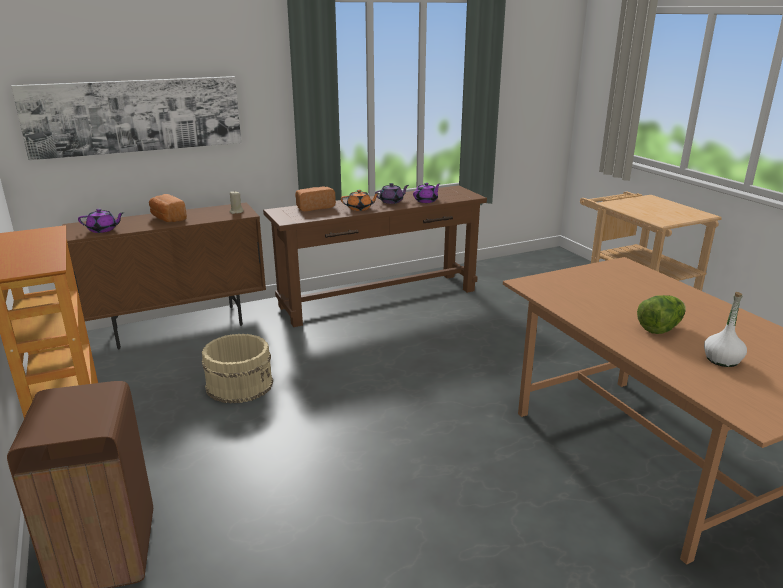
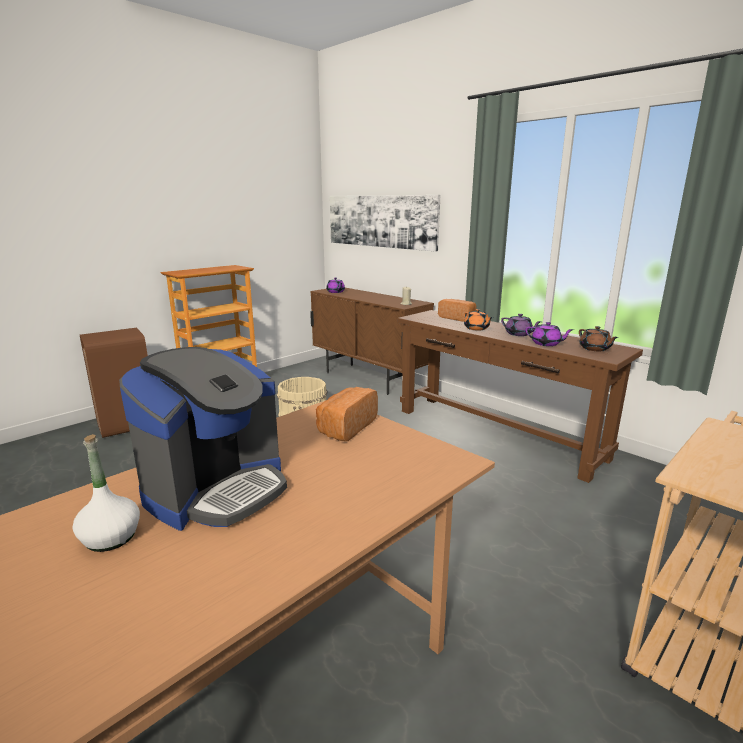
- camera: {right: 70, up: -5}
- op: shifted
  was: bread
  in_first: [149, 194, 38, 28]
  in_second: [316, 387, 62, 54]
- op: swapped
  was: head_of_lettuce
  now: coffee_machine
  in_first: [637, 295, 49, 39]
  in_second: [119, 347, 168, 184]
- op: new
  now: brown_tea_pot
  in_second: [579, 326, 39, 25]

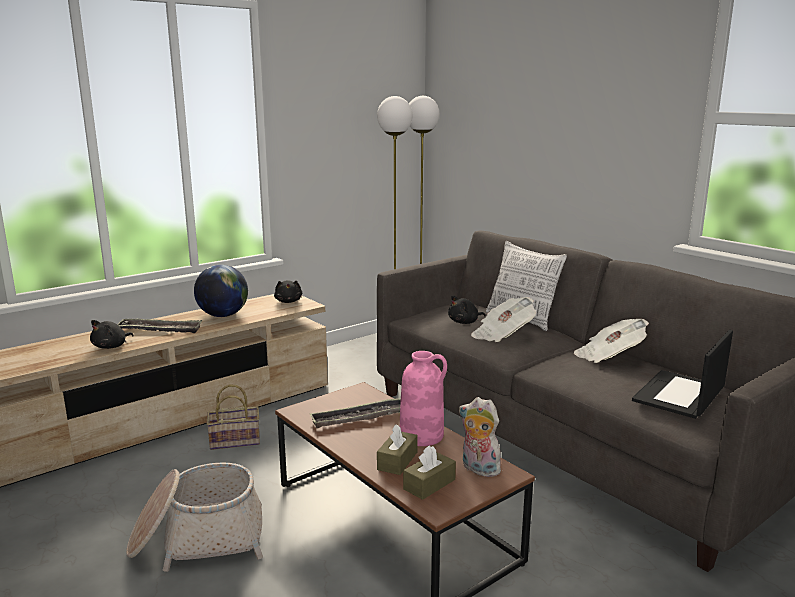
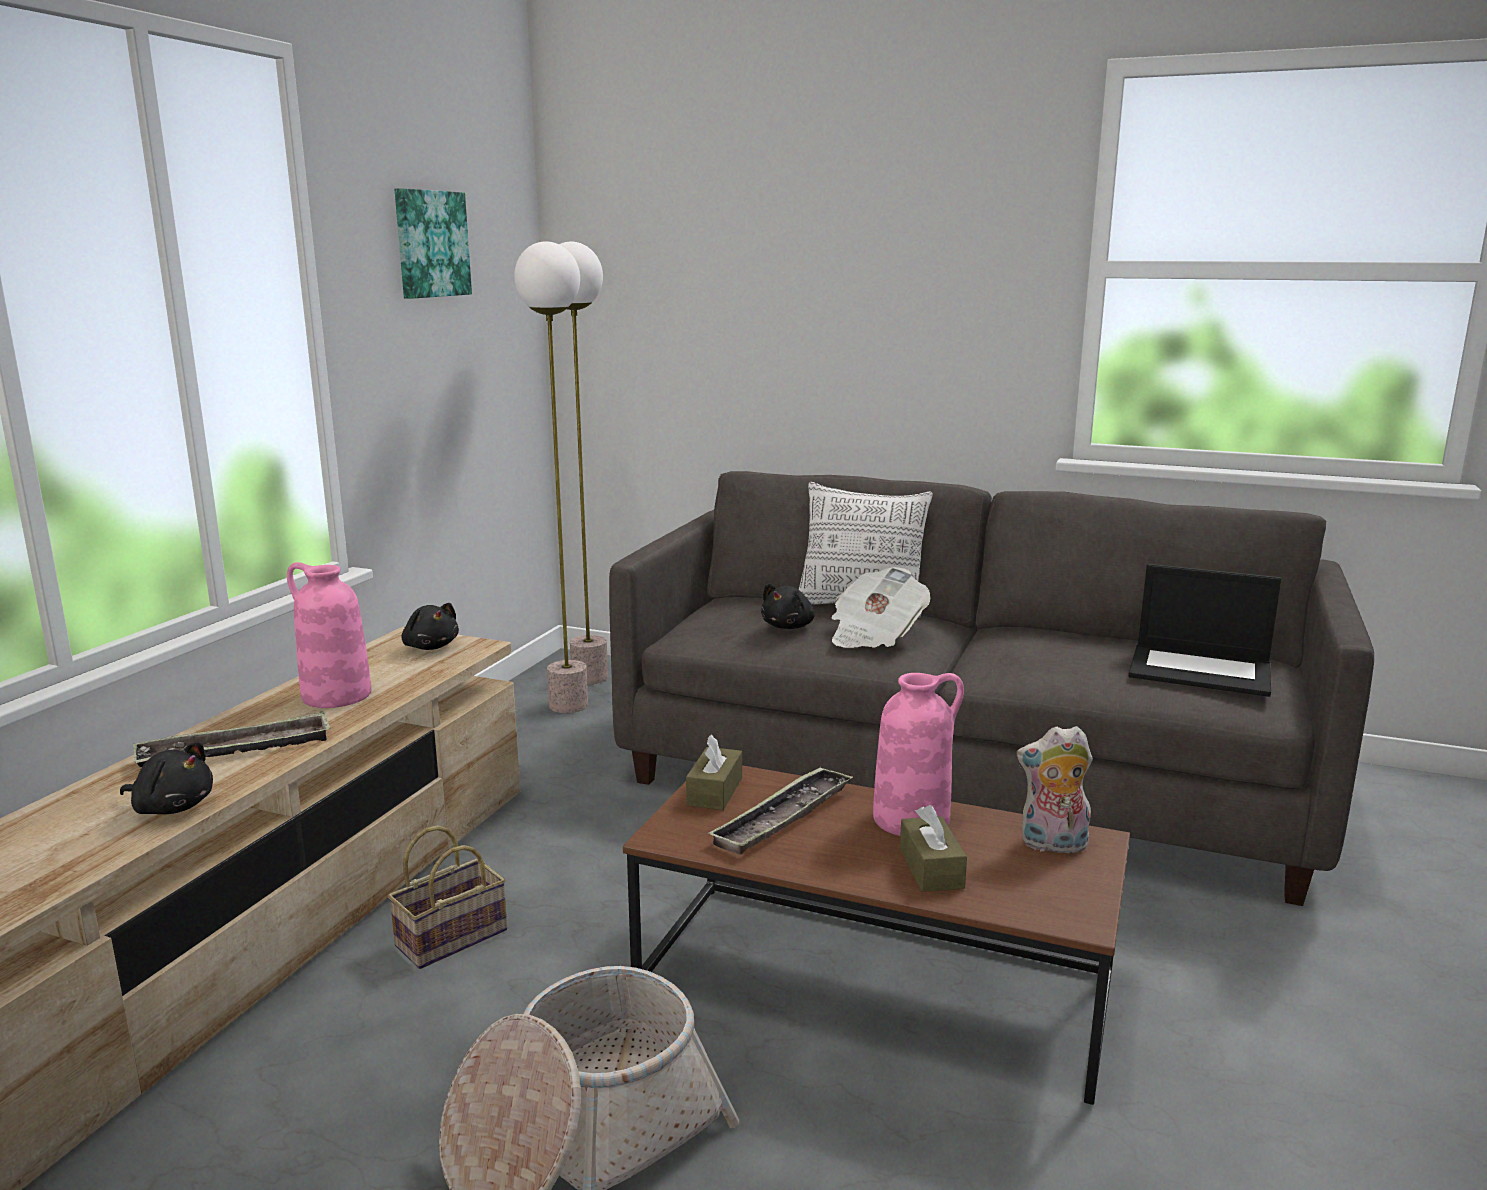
- camera: {right: -30, up: 0}
- op: swapped
  was: globe
  now: pink_vase
  in_first: [194, 265, 54, 52]
  in_second: [287, 562, 85, 146]
- op: gone
  was: newspaper
  in_first: [574, 319, 75, 44]
- op: rotated
  was: black-coloured_soft_toy
  in_first: [90, 320, 44, 29]
  in_second: [120, 742, 93, 72]
  clockwise: -75
- op: rotated
  was: laptop
  in_first: [632, 330, 101, 89]
  in_second: [1128, 564, 153, 133]
  clockwise: -75
- op: shifted
  was: brown_tissue_holder
  in_first: [403, 445, 53, 55]
  in_second: [686, 734, 56, 76]
- op: new
  now: picture
  in_second: [394, 188, 78, 111]

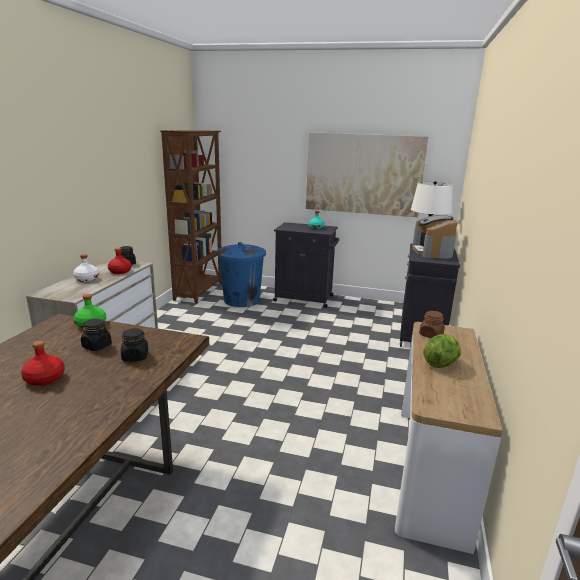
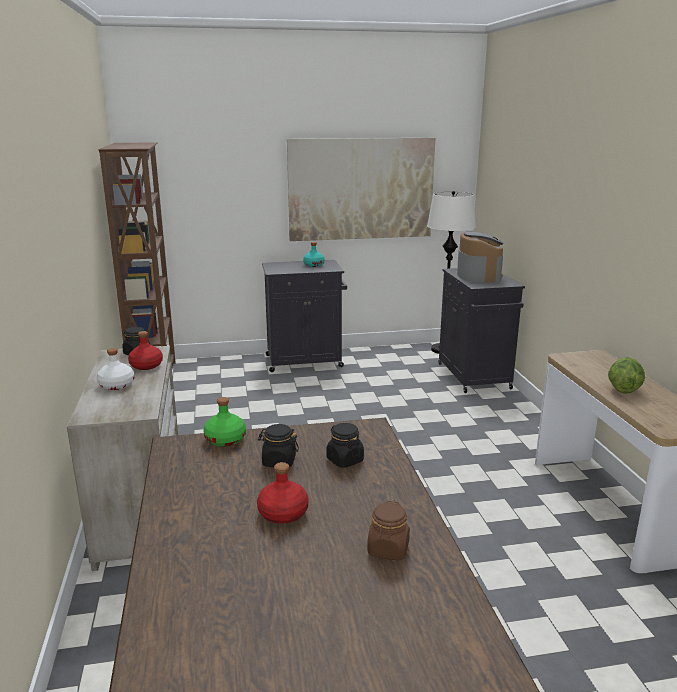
- camera: {right: -25, up: 0}
- op: rotated
  was: coffee_machine
  in_first: [412, 214, 45, 45]
  in_second: [457, 231, 46, 52]
  clockwise: -150
- op: gone
  was: bluish_trash_can
  in_first: [216, 242, 50, 65]
- op: shifted
  was: brown_storage_jar
  in_first: [419, 311, 26, 27]
  in_second: [367, 501, 43, 59]

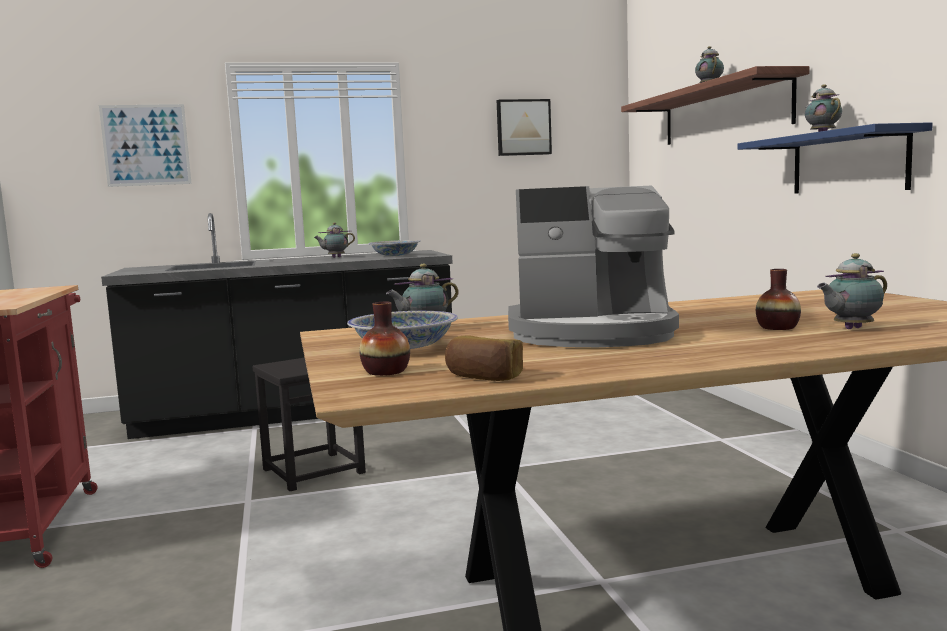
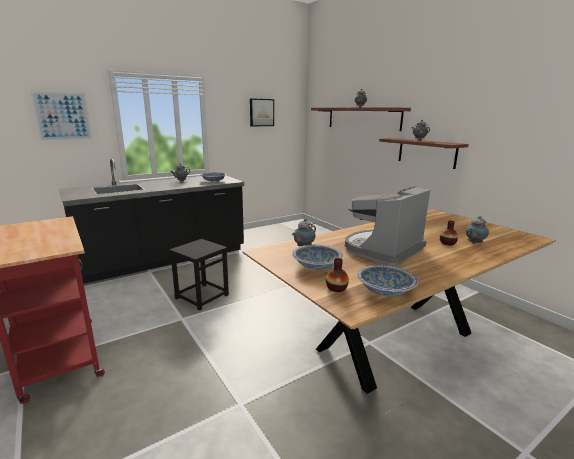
- camera: {right: -20, up: 10}
- op: repainted
  was: bluish_bracket_shelf
  now: brown_bracket_shelf
  in_first: [737, 122, 196, 72]
  in_second: [379, 138, 90, 31]
- op: rotated
  was: coffee_machine
  in_first: [508, 186, 171, 161]
  in_second: [345, 186, 85, 80]
  clockwise: 150
- op: swapped
  was: bread
  now: bowl
  in_first: [445, 336, 78, 45]
  in_second: [357, 265, 61, 32]

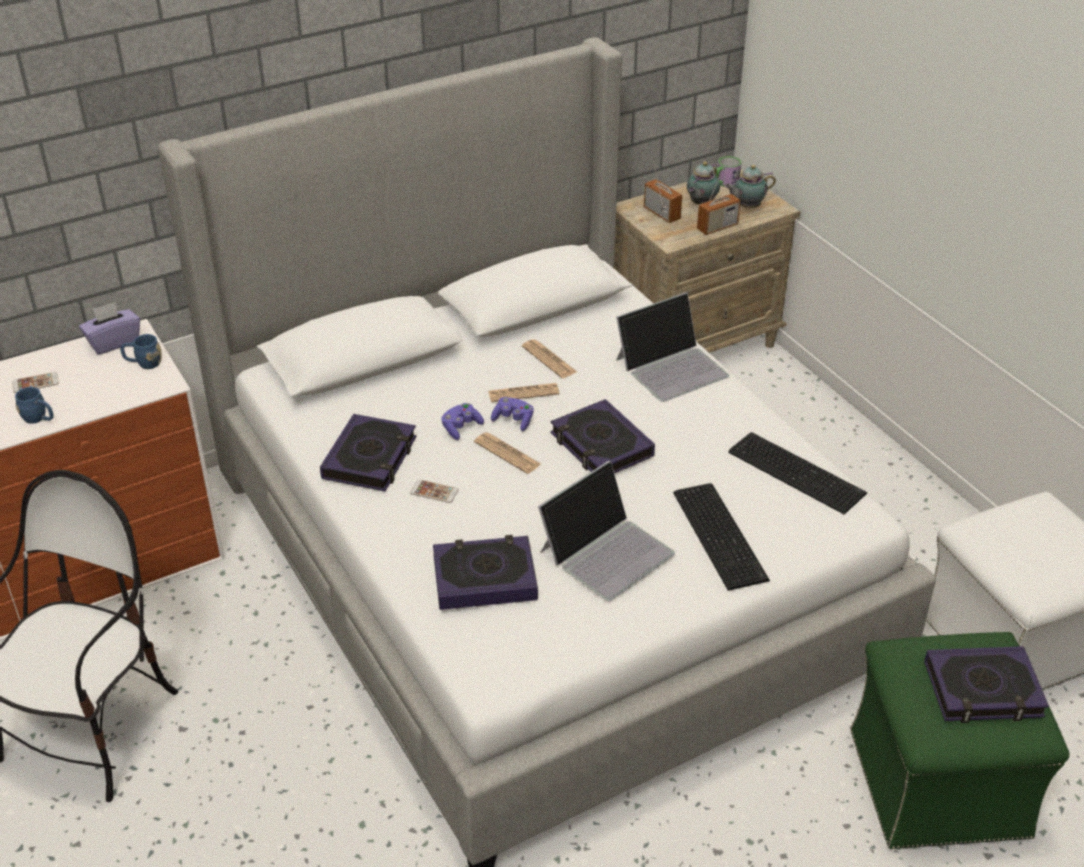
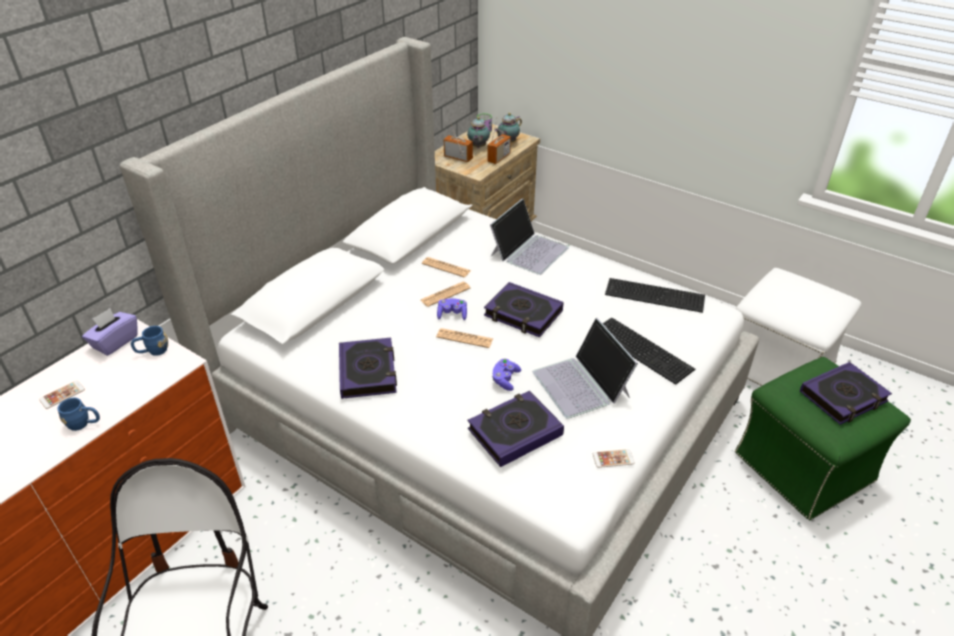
- camera: {right: -25, up: 0}
- op: shifted
  was: purplish_game_controller
  in_first: [441, 403, 43, 37]
  in_second: [492, 359, 29, 32]
- op: rotated
  was: laptop
  in_first: [538, 461, 137, 140]
  in_second: [533, 318, 105, 101]
  clockwise: 135
- op: shifted
  was: phone
  in_first: [410, 480, 49, 23]
  in_second: [593, 449, 42, 19]

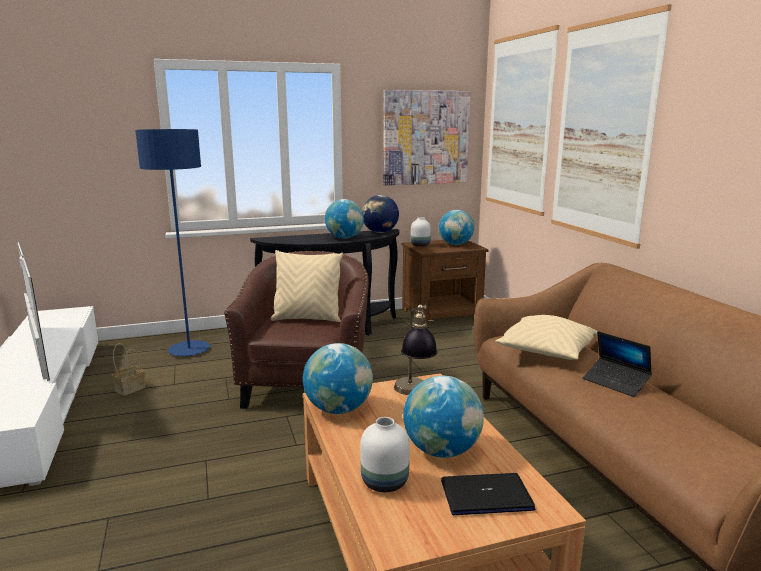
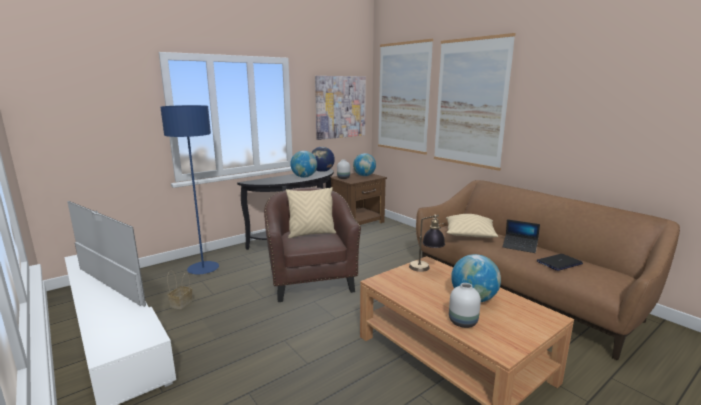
- camera: {right: -20, up: 0}
- op: gone
  was: globe
  in_first: [303, 343, 70, 71]
- op: shifted
  was: laptop
  in_first: [441, 473, 94, 42]
  in_second: [537, 254, 46, 17]

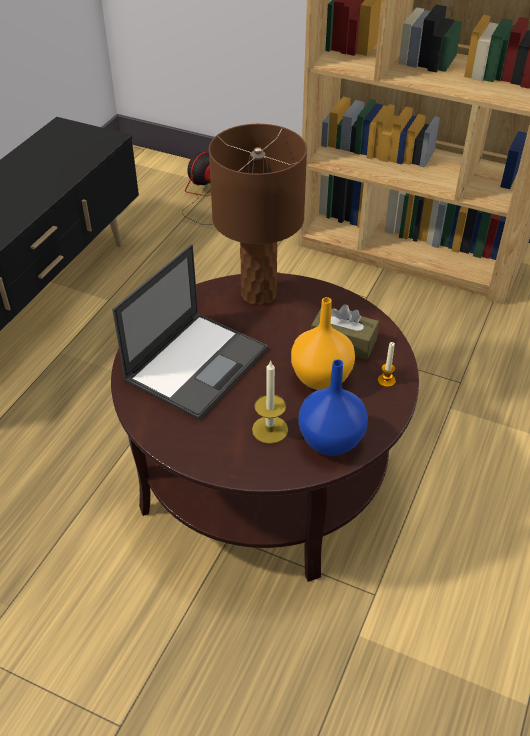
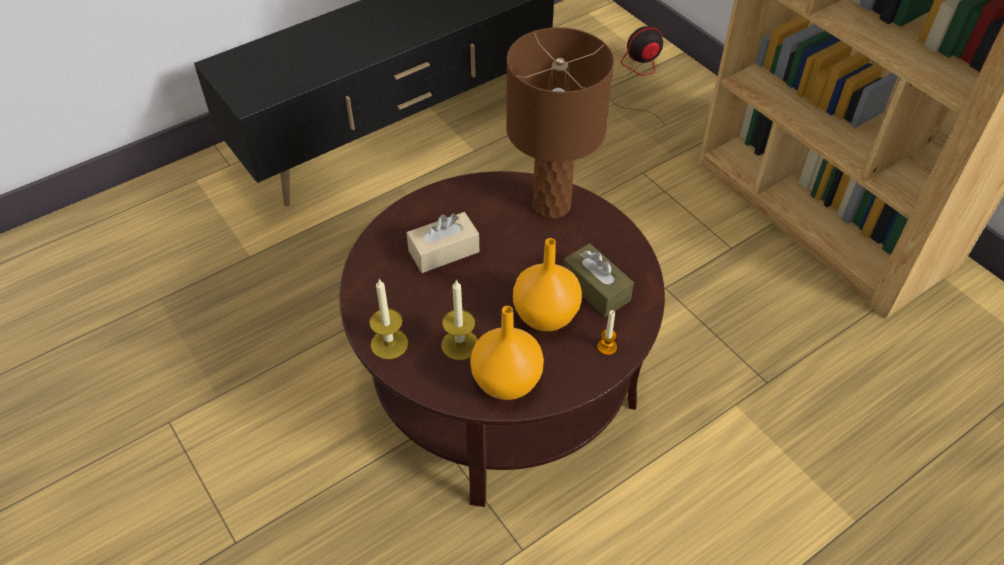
- camera: {right: 30, up: 5}
- op: swapped
  was: laptop
  now: beige_tissue_holder
  in_first: [112, 244, 156, 176]
  in_second: [406, 212, 74, 61]
- op: repainted
  was: bluish_vase
  now: orange_vase
  in_first: [298, 359, 70, 97]
  in_second: [470, 306, 74, 94]
- op: new
  now: wax_candle
  in_second: [369, 279, 39, 80]

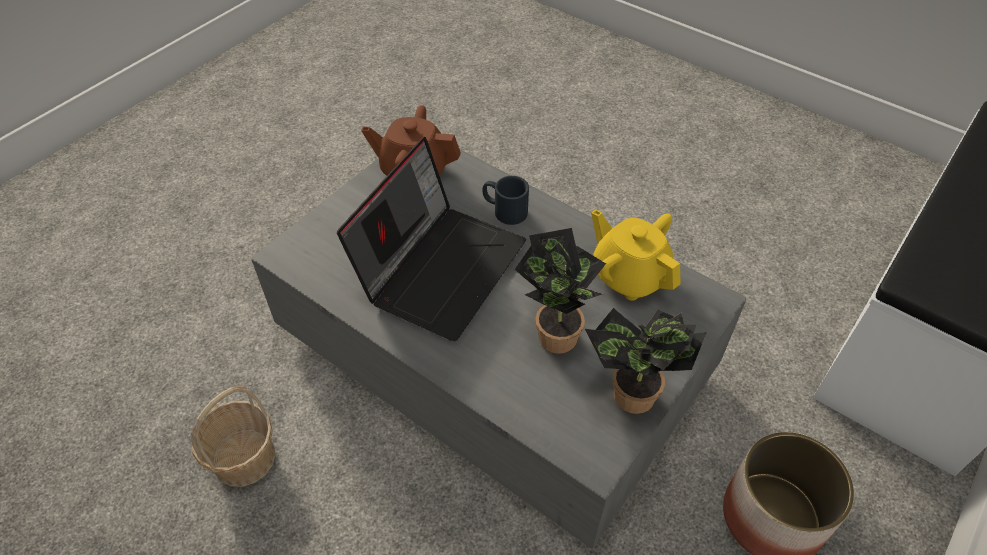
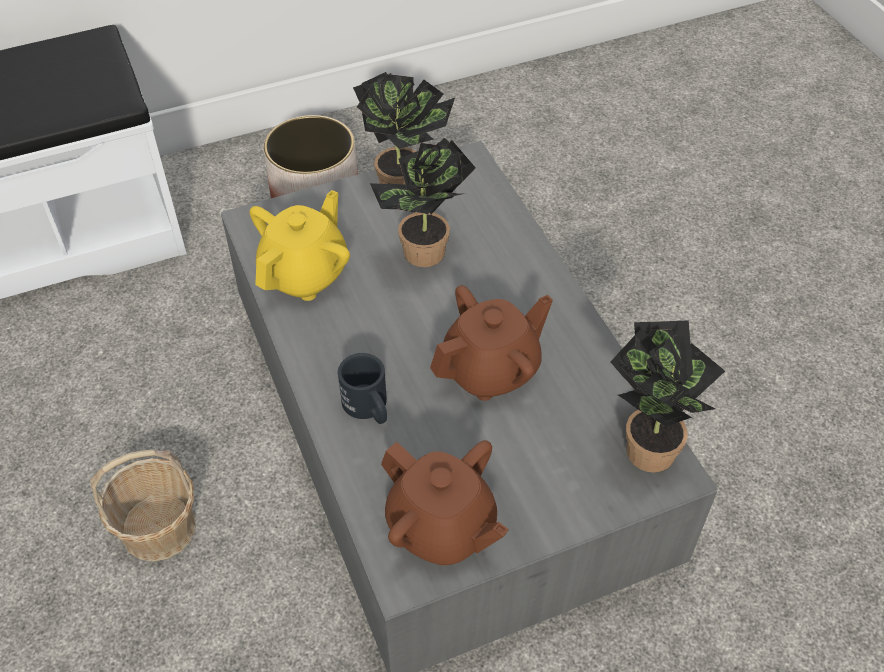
- camera: {right: -150, up: 0}
- op: swapped
  was: laptop
  now: brown_tea_pot
  in_first: [337, 137, 189, 204]
  in_second: [430, 285, 123, 116]
- op: rotated
  was: yellow-coloured_tea_pot
  in_first: [591, 209, 89, 92]
  in_second: [250, 190, 100, 111]
  clockwise: -135
- op: shifted
  was: household_basket
  in_first: [191, 386, 85, 101]
  in_second: [90, 449, 106, 113]
- op: new
  now: potted_plant
  in_second: [610, 320, 115, 153]

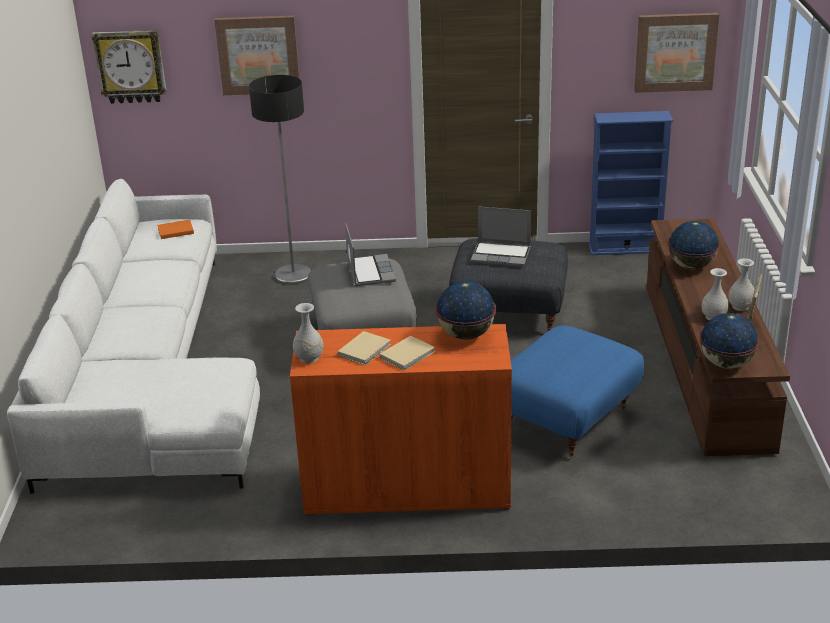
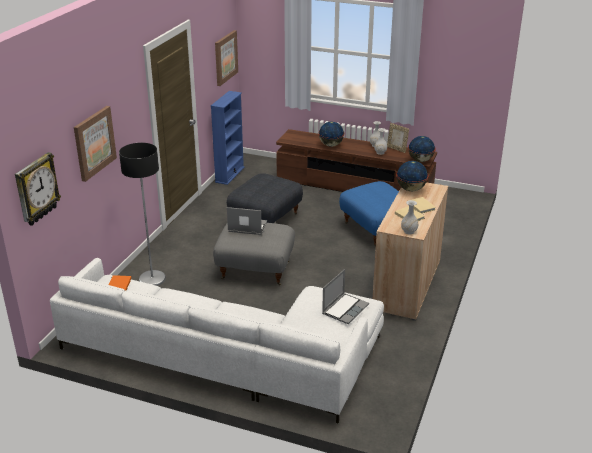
- camera: {right: -70, up: 0}
- op: shifted
  was: laptop
  in_first: [471, 206, 60, 61]
  in_second: [322, 269, 47, 55]
- op: repainted
  was: orange_cabinet
  now: beige_cabinet
  in_first: [290, 324, 222, 192]
  in_second: [373, 182, 75, 139]

